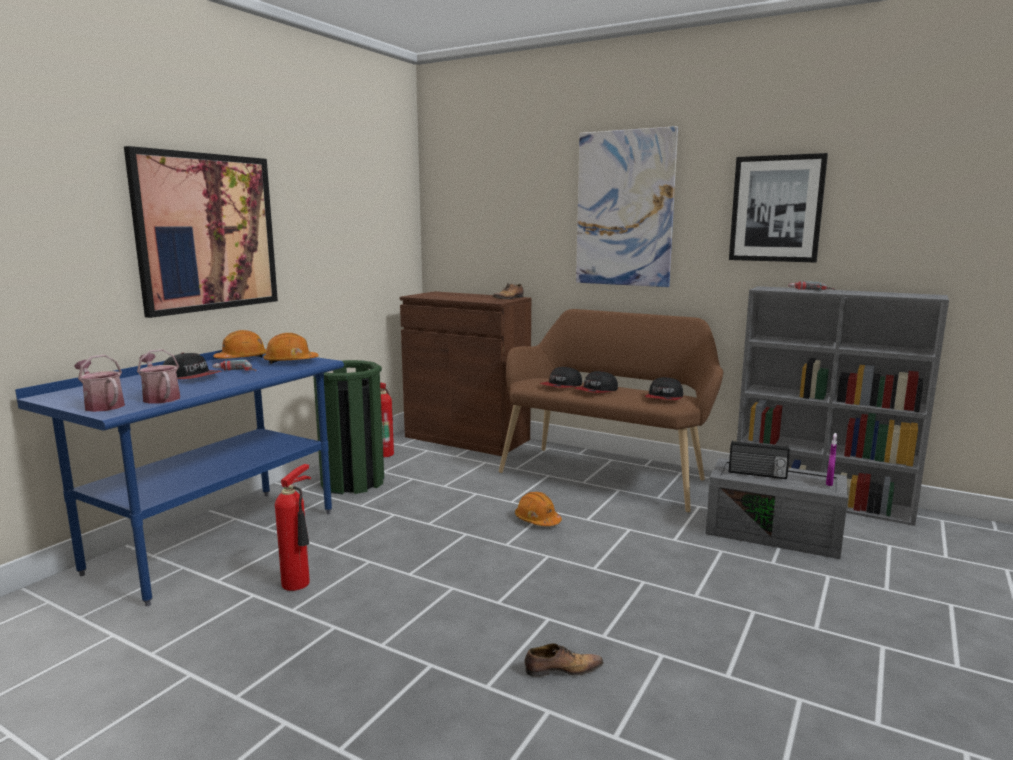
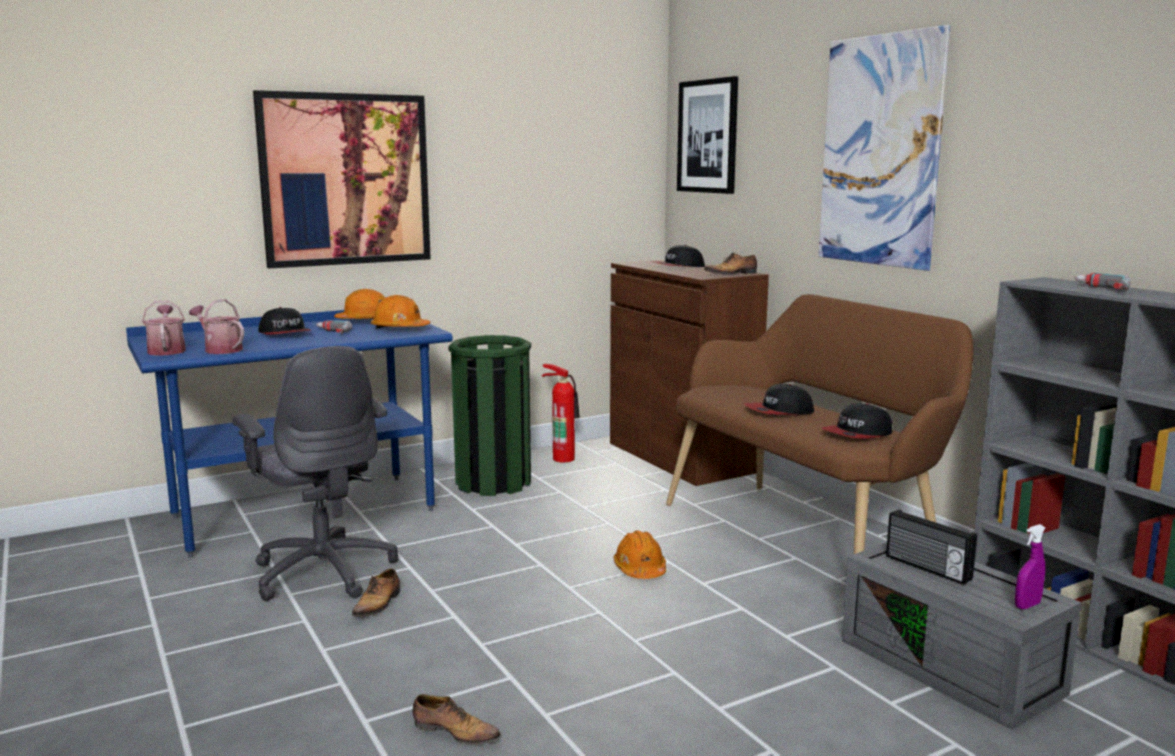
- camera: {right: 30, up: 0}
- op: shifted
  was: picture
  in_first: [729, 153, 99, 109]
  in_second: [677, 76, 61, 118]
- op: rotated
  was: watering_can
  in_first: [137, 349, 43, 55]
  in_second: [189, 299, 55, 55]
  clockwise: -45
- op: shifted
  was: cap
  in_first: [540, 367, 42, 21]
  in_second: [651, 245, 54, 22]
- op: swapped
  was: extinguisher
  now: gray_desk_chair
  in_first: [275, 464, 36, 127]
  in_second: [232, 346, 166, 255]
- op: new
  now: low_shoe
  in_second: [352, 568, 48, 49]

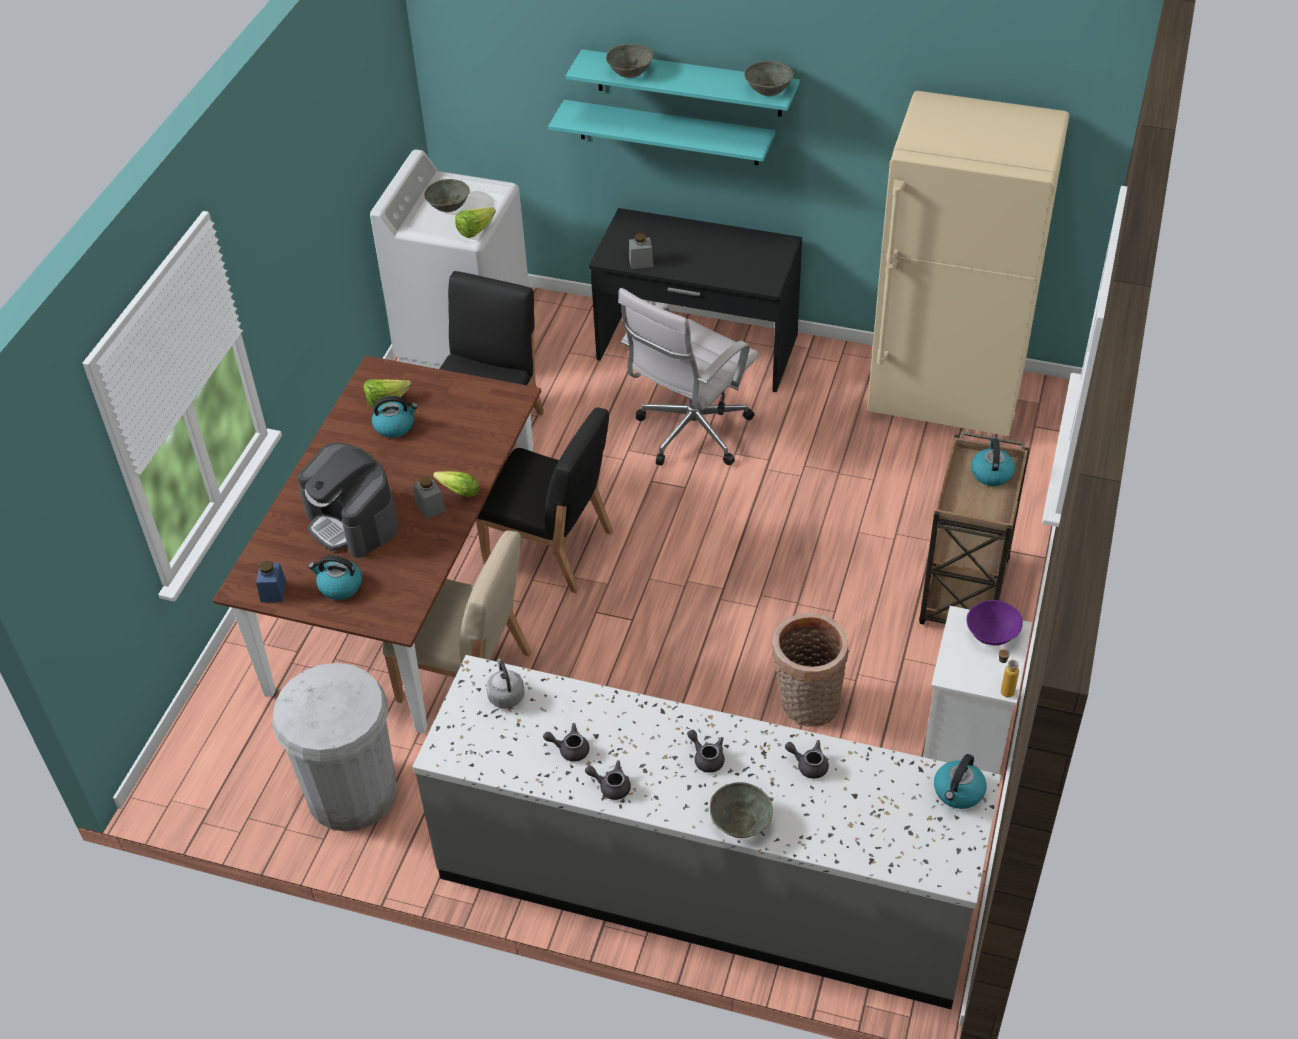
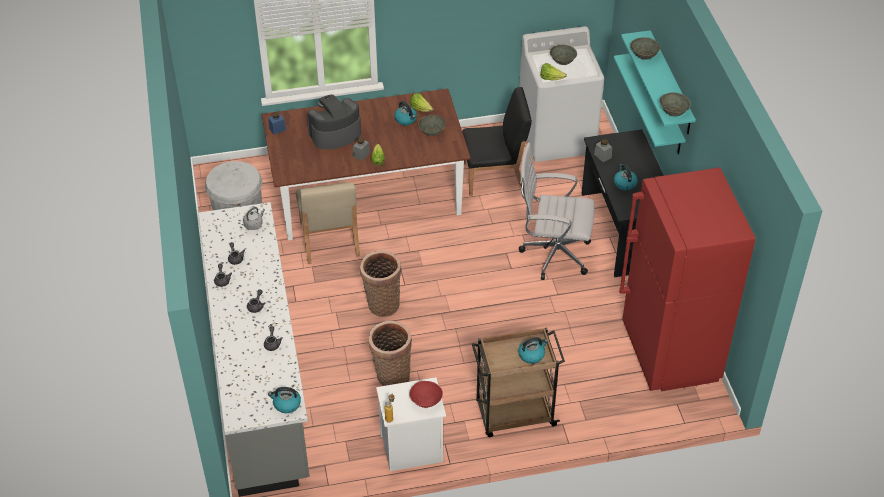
- camera: {right: 60, up: 0}
- op: repainted
  was: beige_refrigerator
  now: red-coloured_refrigerator
  in_first: [867, 91, 202, 345]
  in_second: [619, 167, 136, 224]
- op: gone
  was: black-coloured_chair
  in_first: [476, 407, 137, 186]
- op: rotated
  was: coffee_machine
  in_first: [298, 443, 101, 115]
  in_second: [307, 94, 54, 56]
  clockwise: 45
- op: shifted
  was: tea_kettle
  in_first: [308, 555, 54, 45]
  in_second: [614, 164, 24, 27]
- op: repainted
  was: purplish_bowl
  now: red-coloured_bowl
  in_first: [967, 600, 56, 46]
  in_second: [409, 381, 34, 27]
- op: shifted
  was: gray_bowl
  in_first: [710, 782, 63, 56]
  in_second: [418, 115, 28, 21]
- op: new
  now: household_basket
  in_second: [360, 251, 42, 66]

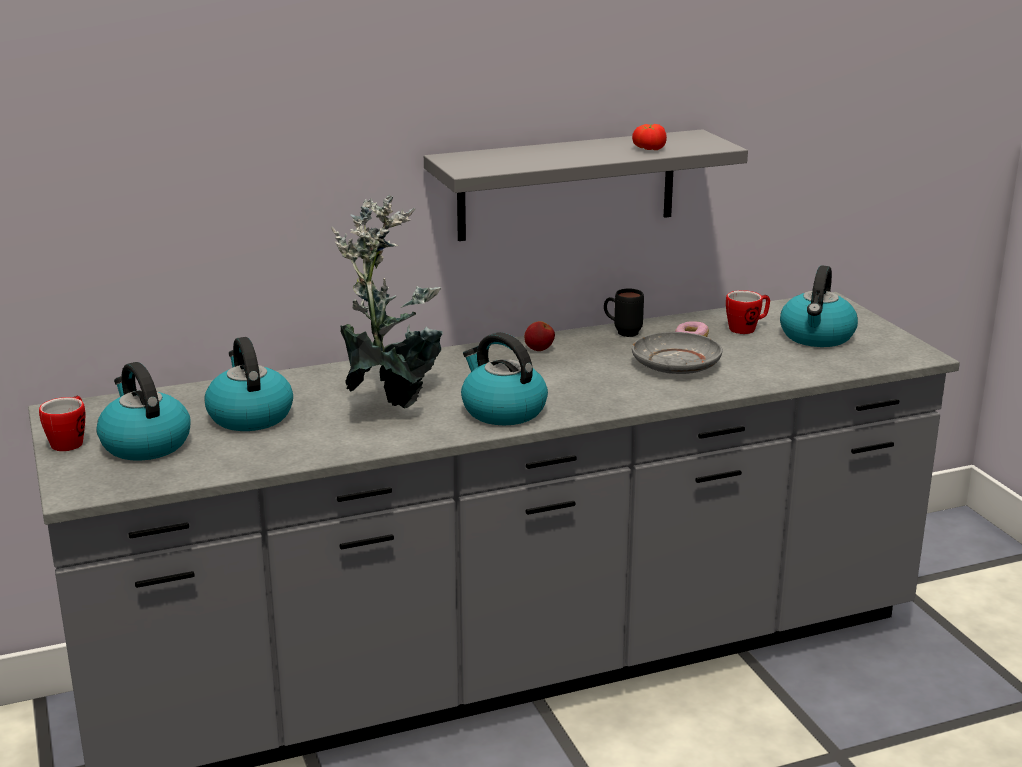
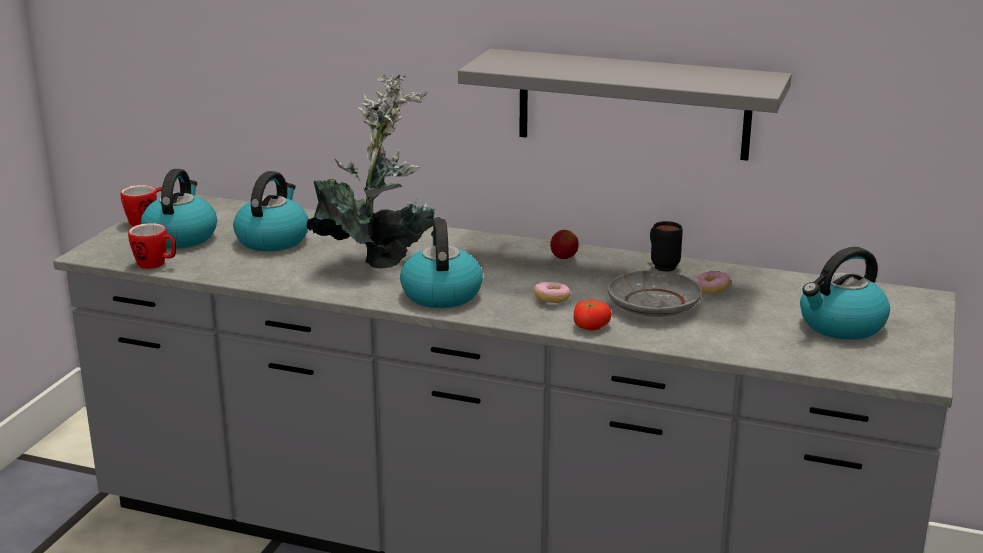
- camera: {right: 40, up: 0}
- op: shifted
  was: fresh_tomato
  in_first: [632, 124, 35, 26]
  in_second: [574, 300, 38, 31]
- op: shifted
  was: mug
  in_first: [726, 290, 44, 44]
  in_second: [128, 223, 48, 46]
- op: new
  now: ring_doughnut
  in_second: [534, 282, 37, 21]

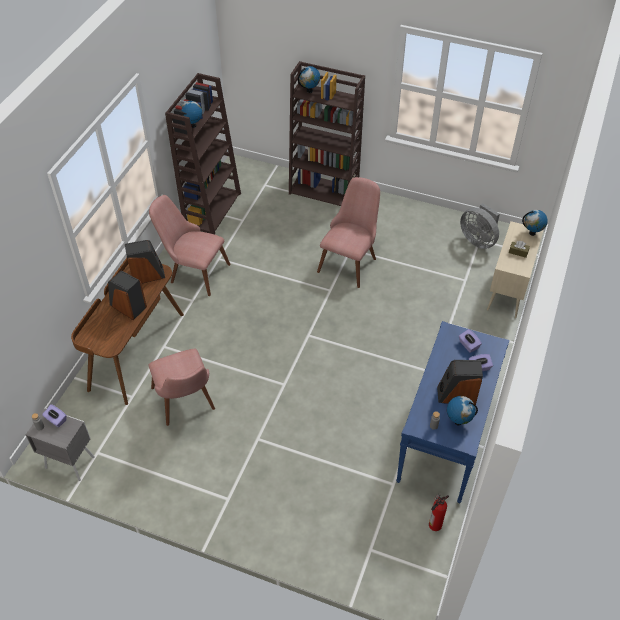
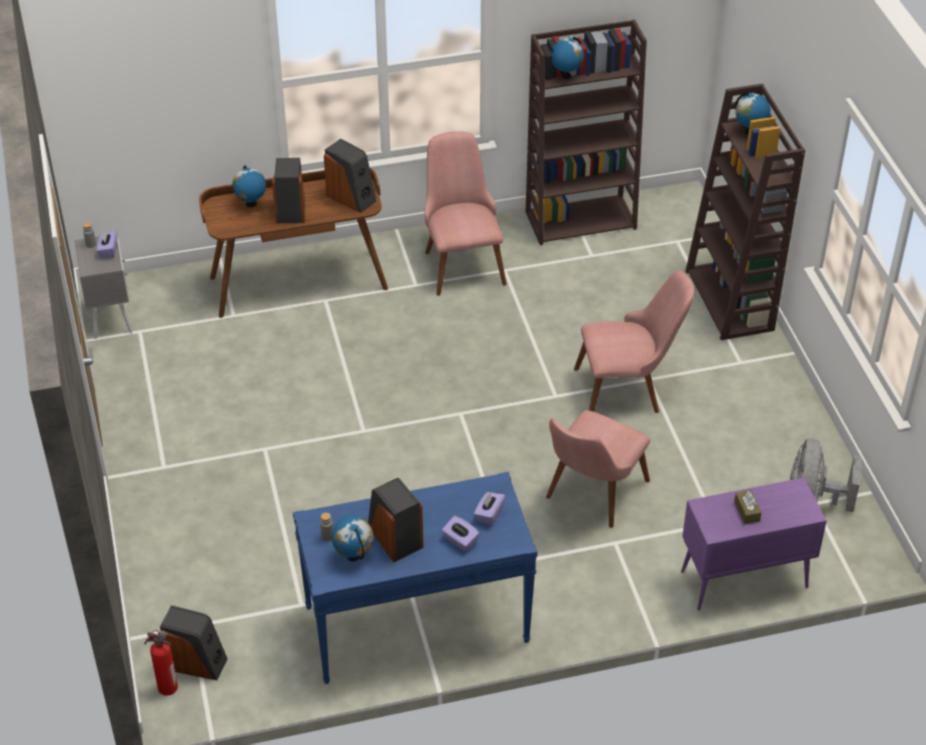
- camera: {right: 55, up: -5}
- op: shifted
  was: globe
  in_first: [522, 210, 26, 26]
  in_second: [232, 166, 34, 41]
- op: repainted
  was: beige_cabinet
  now: purplish_cabinet
  in_first: [487, 221, 57, 97]
  in_second: [681, 478, 146, 133]
- op: shifted
  was: pink_chair
  in_first: [149, 349, 66, 77]
  in_second: [546, 410, 104, 118]
- op: shifted
  was: extinguisher
  in_first: [429, 494, 20, 37]
  in_second: [144, 630, 34, 66]
- op: new
  now: speaker
  in_second: [160, 605, 67, 75]

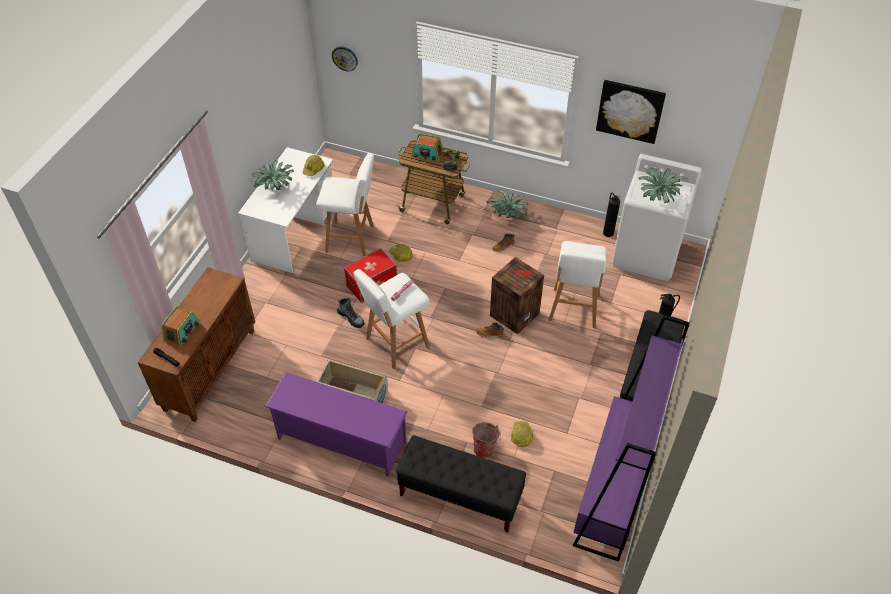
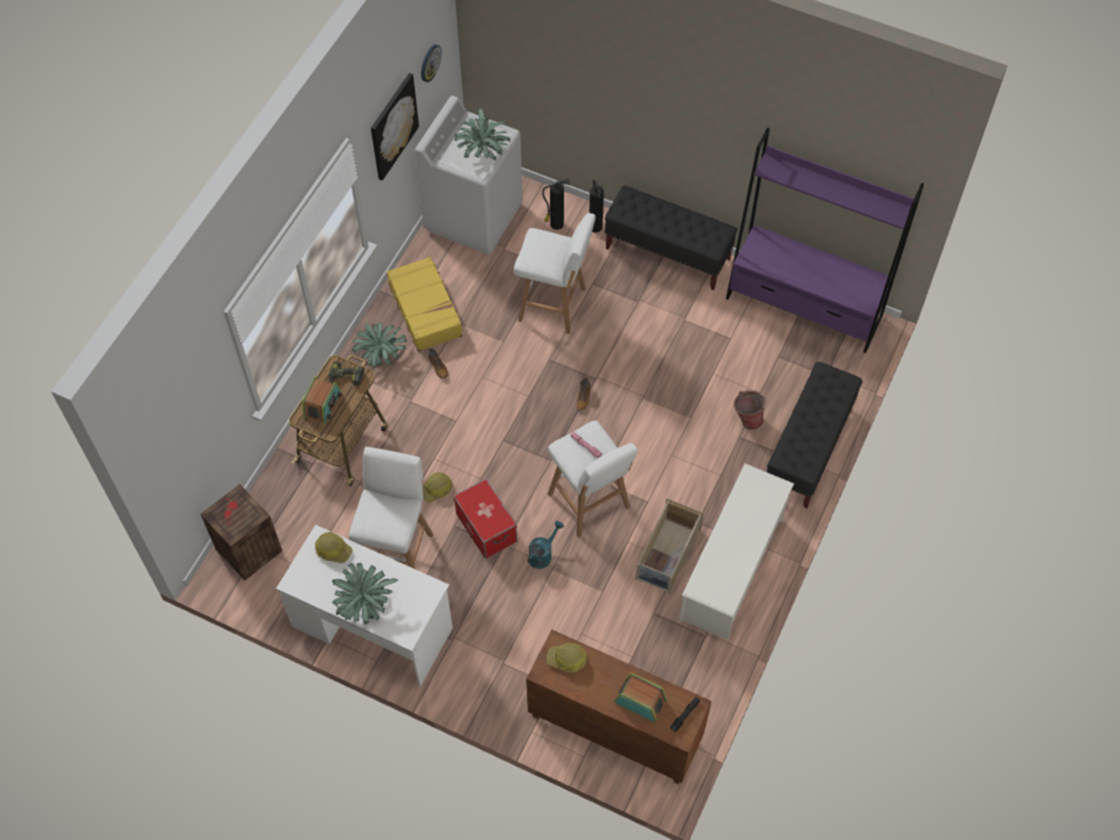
- camera: {right: -85, up: 10}
- op: shifted
  was: clock_on_the_wall
  in_first: [332, 46, 26, 25]
  in_second: [421, 44, 21, 38]
- op: shifted
  was: extinguisher
  in_first: [603, 193, 17, 44]
  in_second: [542, 179, 28, 51]
- op: shifted
  was: crate
  in_first: [490, 257, 54, 77]
  in_second: [201, 484, 81, 96]
- op: swapped
  was: tall_boot
  now: blue-green_watering_can
  in_first: [337, 298, 27, 30]
  in_second: [528, 521, 36, 48]
- op: repainted
  was: purplish_shoe_rack
  now: white-coloured_shoe_rack
  in_first: [265, 372, 143, 105]
  in_second: [679, 464, 115, 176]
- op: shifted
  was: hard_hat
  in_first: [511, 421, 22, 26]
  in_second: [547, 643, 40, 30]
- op: new
  now: yellow-coloured_suitcase
  in_second: [386, 257, 77, 94]

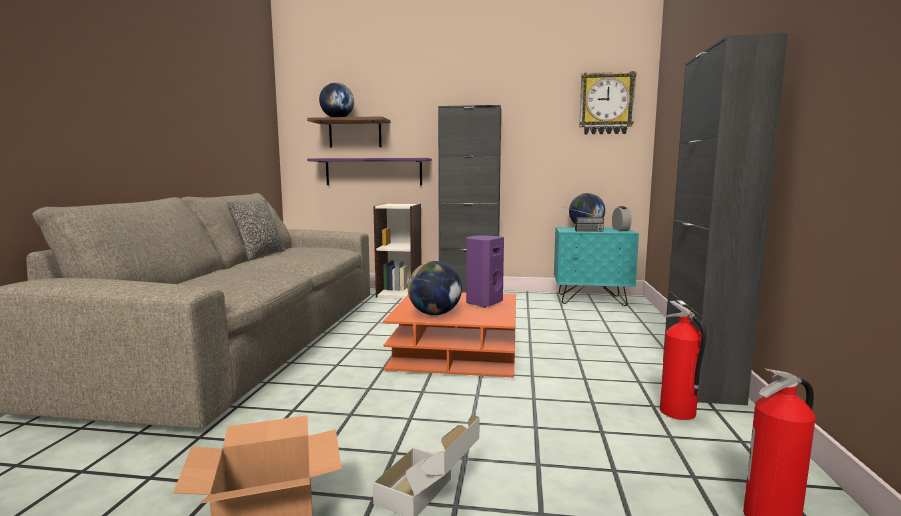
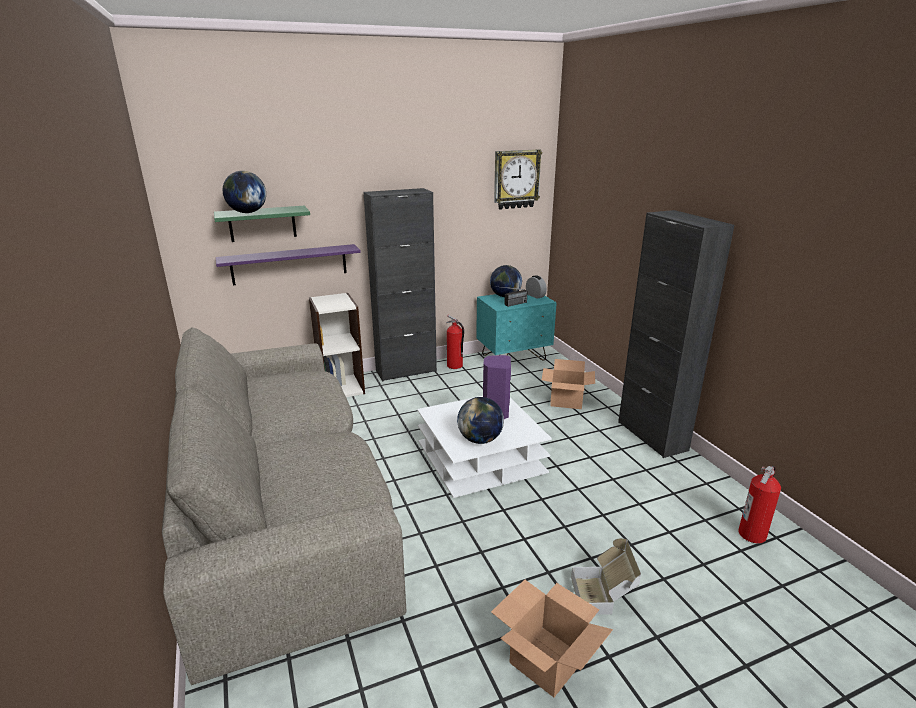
- camera: {right: -30, up: 15}
- op: repainted
  was: brown_bracket_shelf
  now: green-coloured_bracket_shelf
  in_first: [307, 116, 84, 32]
  in_second: [214, 206, 96, 36]
- op: gone
  was: throw_pillow
  in_first: [226, 198, 59, 62]
- op: repainted
  was: orange_coffee_table
  now: white-coloured_coffee_table
  in_first: [383, 292, 133, 85]
  in_second: [417, 396, 135, 102]
- op: shifted
  was: extinguisher
  in_first: [660, 301, 46, 119]
  in_second: [446, 315, 18, 54]
- op: new
  now: packing_box
  in_second: [542, 359, 53, 50]

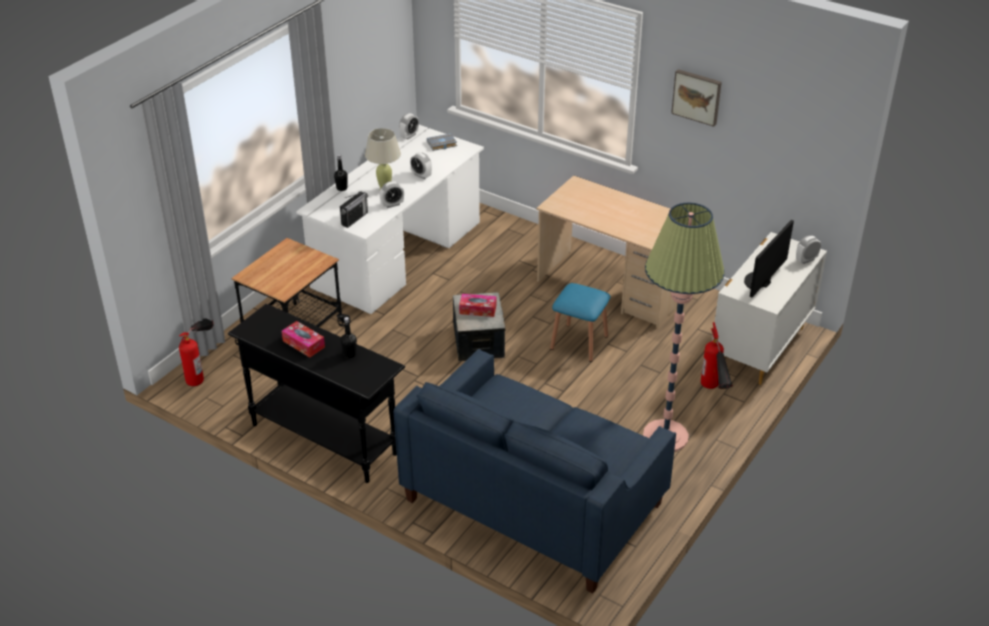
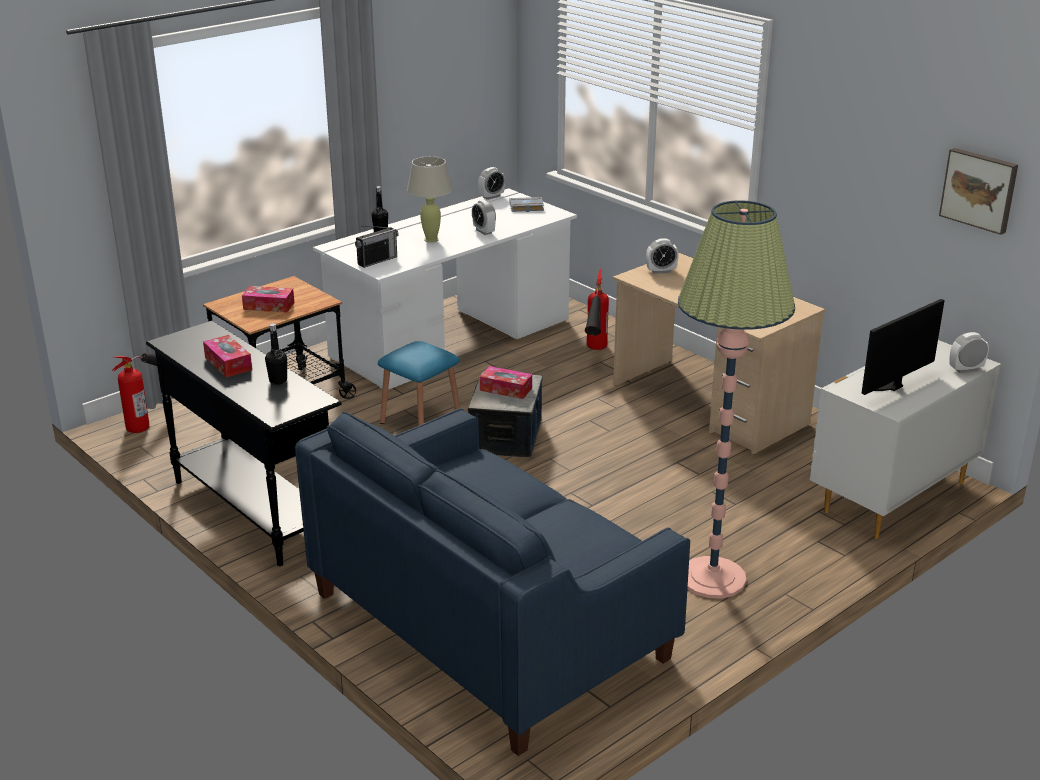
- camera: {right: 15, up: -10}
- op: shifted
  was: picture
  in_first: [671, 69, 51, 58]
  in_second: [939, 148, 79, 87]
- op: shifted
  was: alarm_clock
  in_first: [379, 181, 25, 27]
  in_second: [646, 238, 33, 36]
- op: shifted
  was: bluish_stool
  in_first: [550, 283, 60, 79]
  in_second: [378, 341, 82, 85]
- op: shifted
  was: extinguisher
  in_first: [701, 322, 32, 67]
  in_second: [585, 269, 24, 81]
- op: new
  now: tissue_holder
  in_second: [242, 286, 52, 27]

